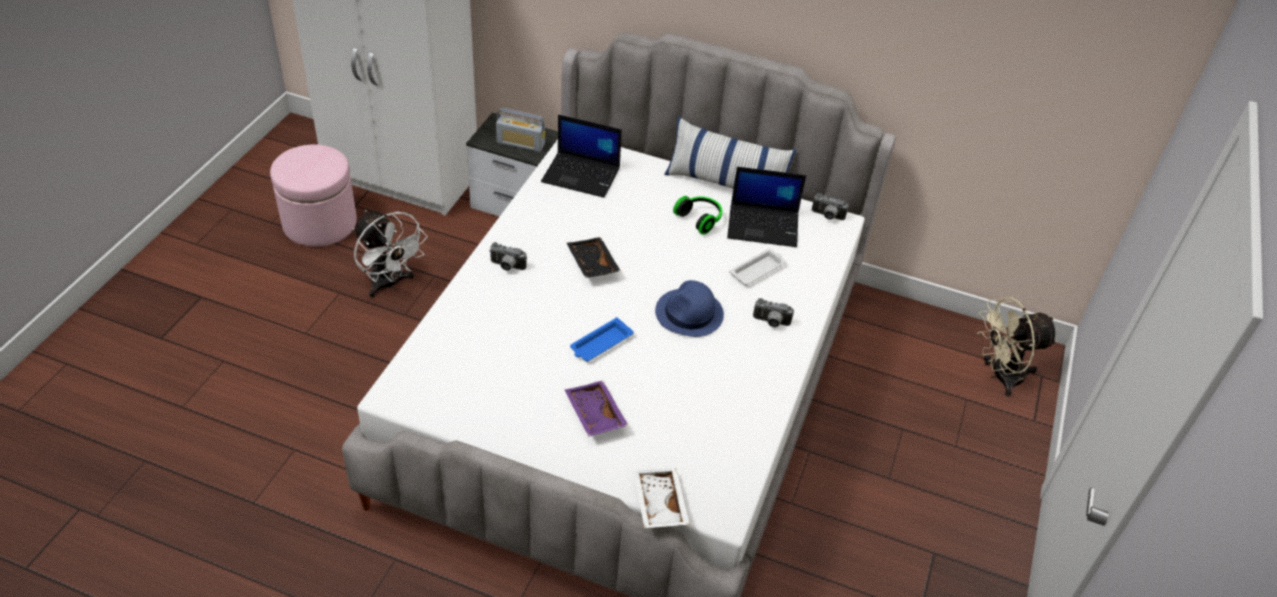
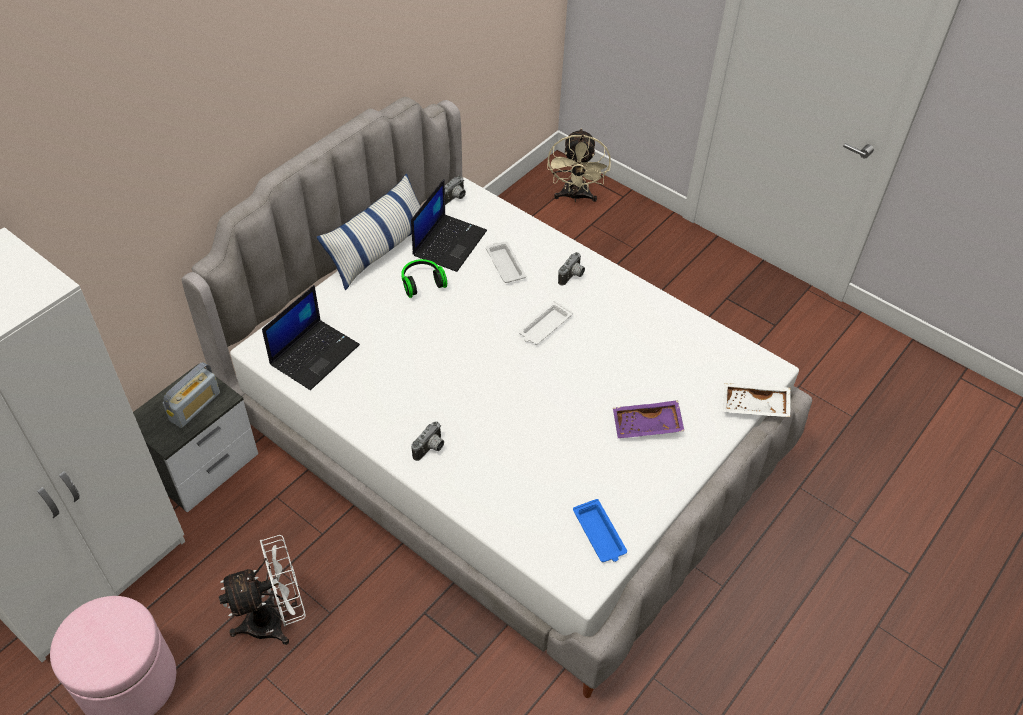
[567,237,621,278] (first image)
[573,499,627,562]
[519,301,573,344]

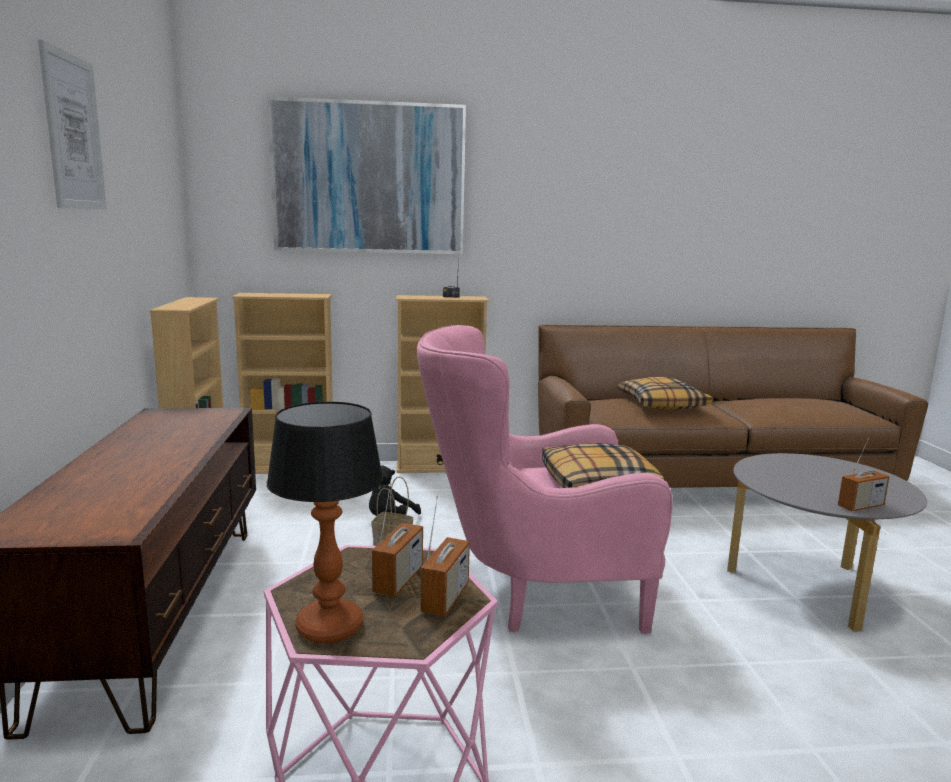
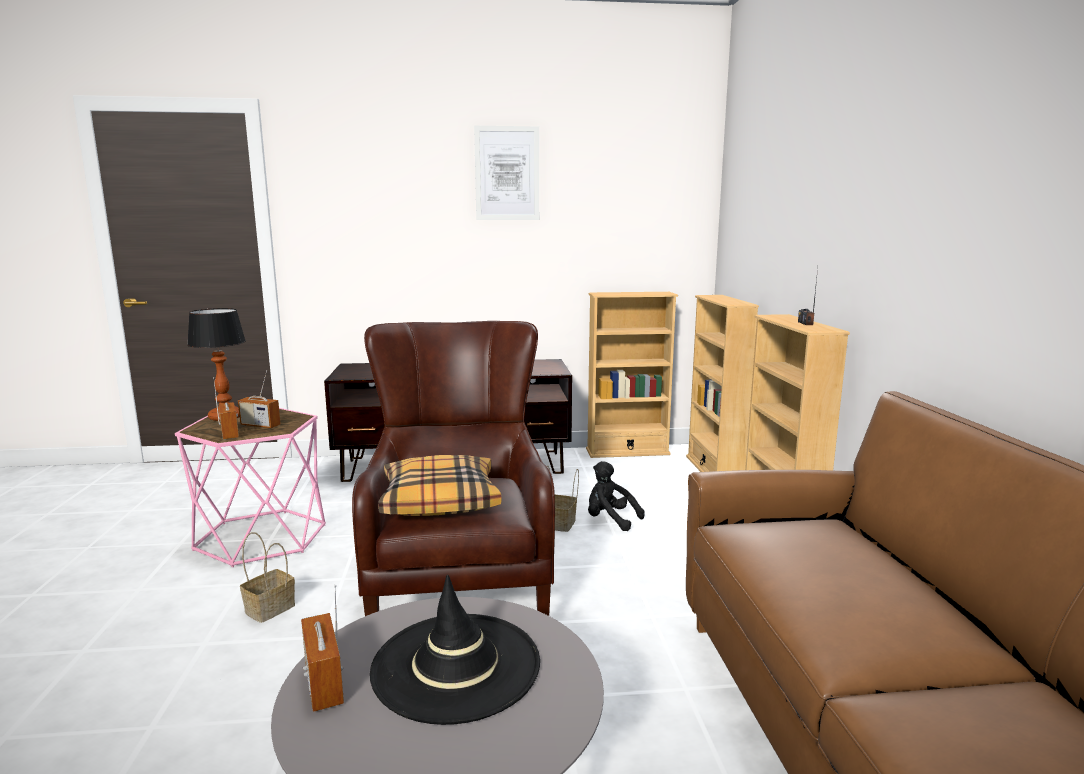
[267,96,466,254] (first image)
[618,377,712,410] (first image)
[240,532,295,623]
[370,575,540,725]
[352,321,555,616]
[213,377,239,439]

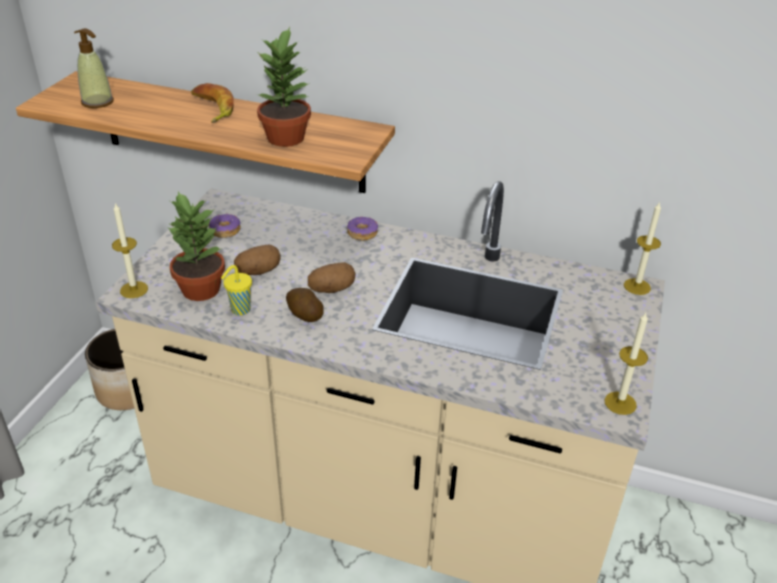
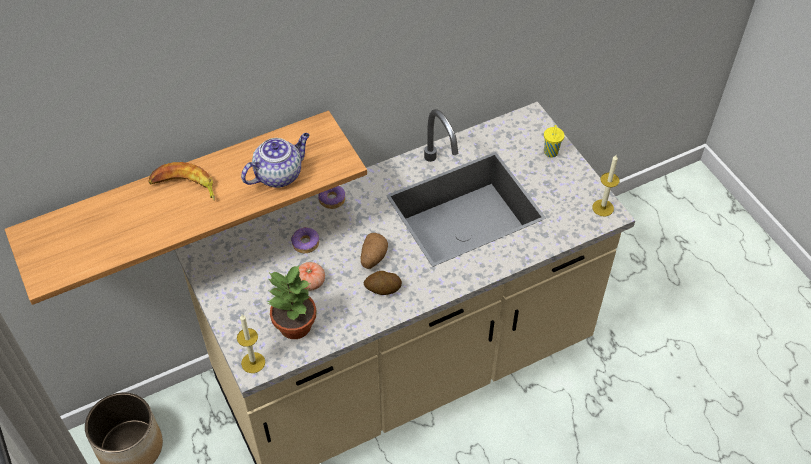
[74,28,114,108] (first image)
[624,201,661,295] (first image)
[291,227,319,253]
[544,125,564,158]
[299,262,325,291]
[241,133,310,188]

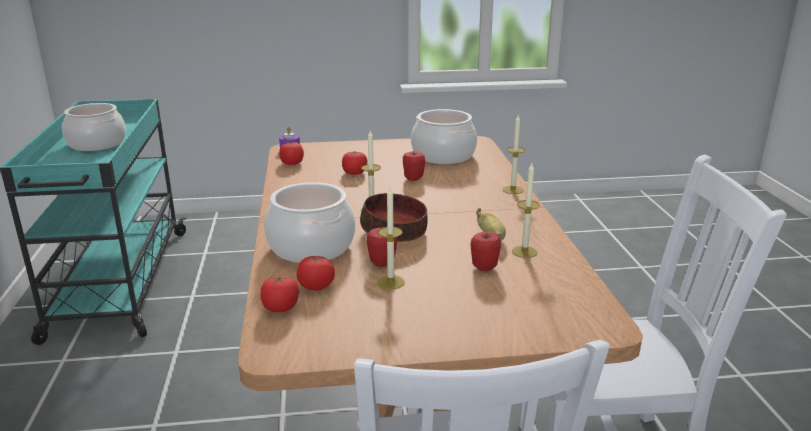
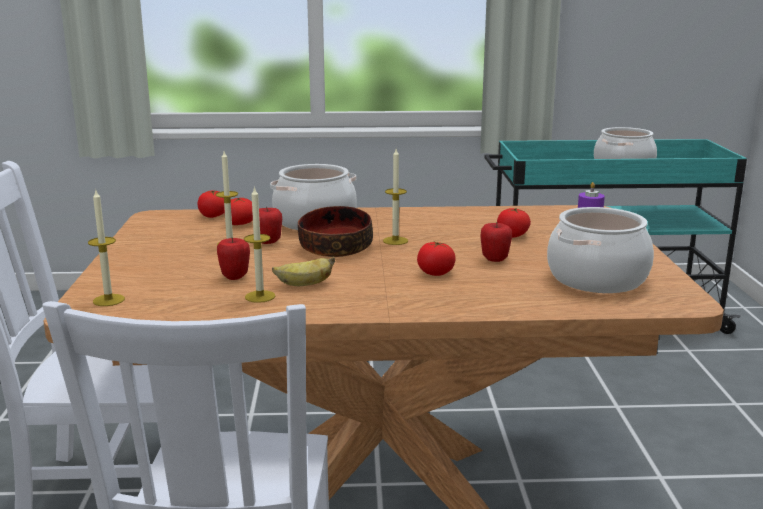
[417,242,456,276]
[88,190,125,306]

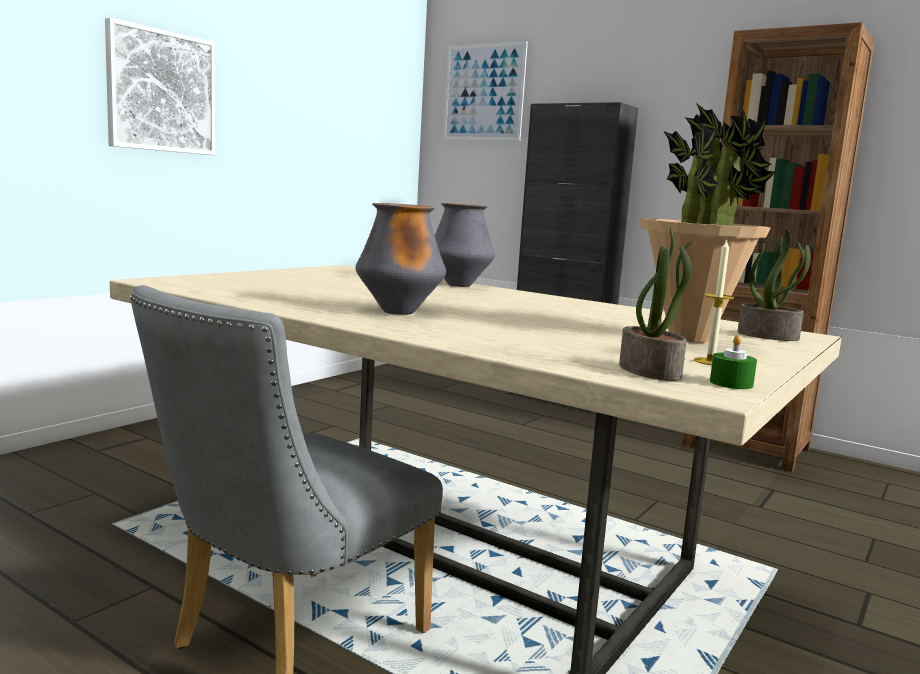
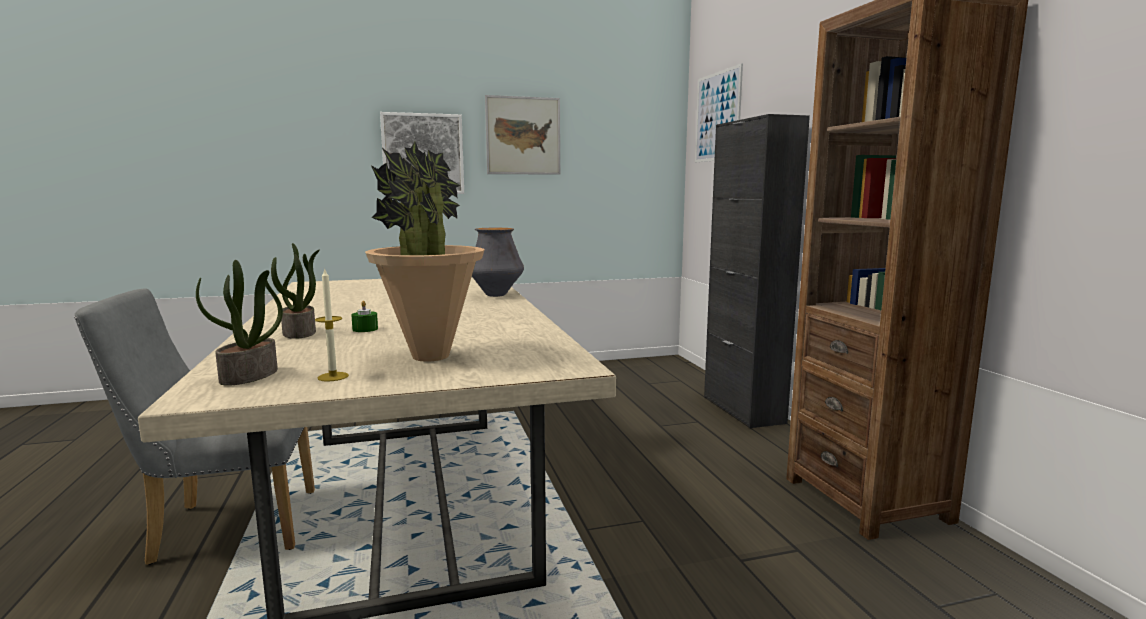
[356,203,446,315] (first image)
[485,95,560,175]
[351,301,378,332]
[271,243,320,339]

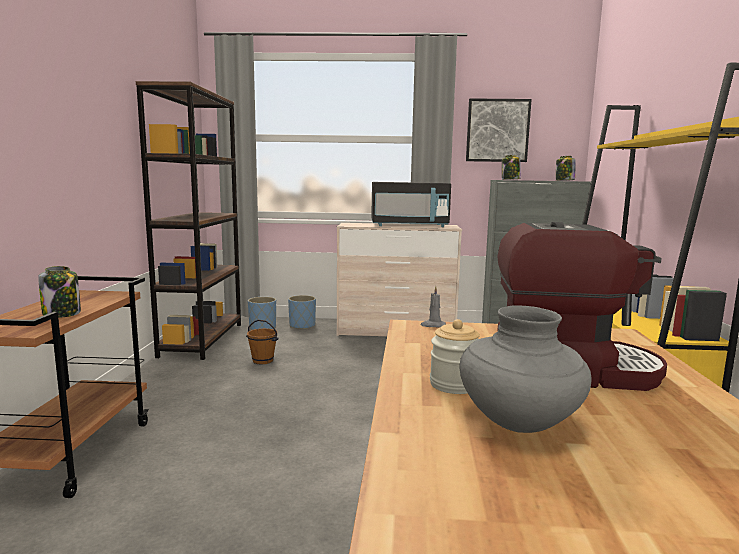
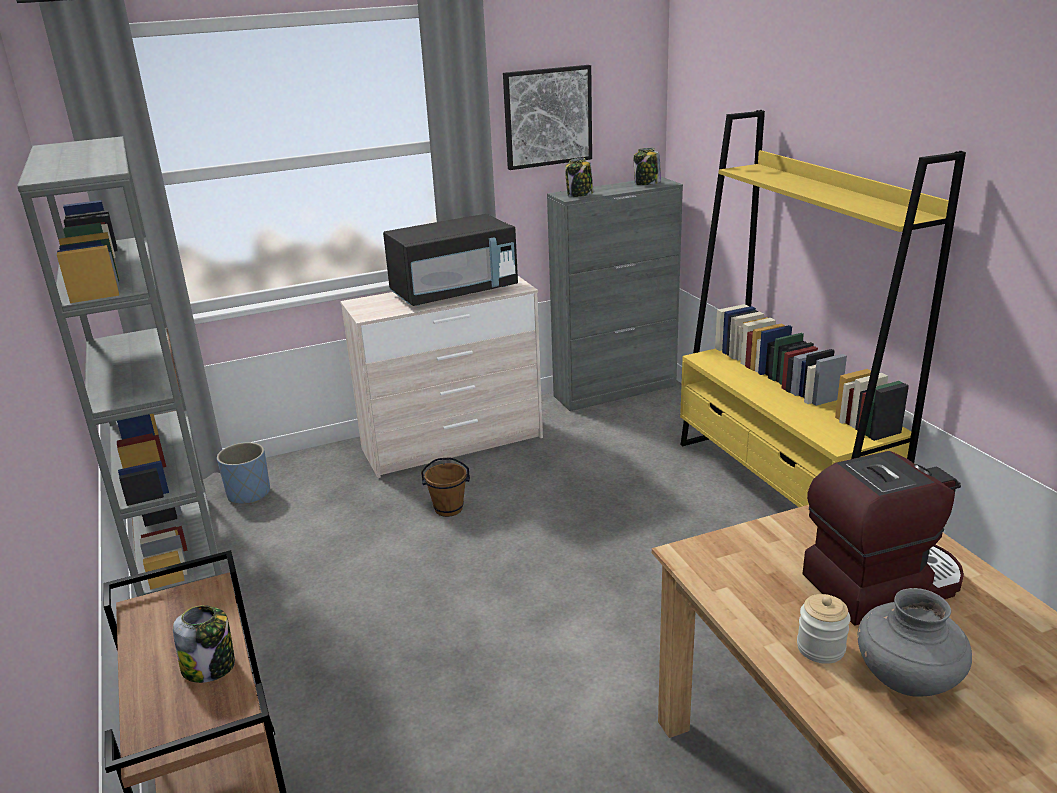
[288,295,316,329] (first image)
[420,286,446,327] (first image)
[421,457,470,517]
[17,136,223,597]

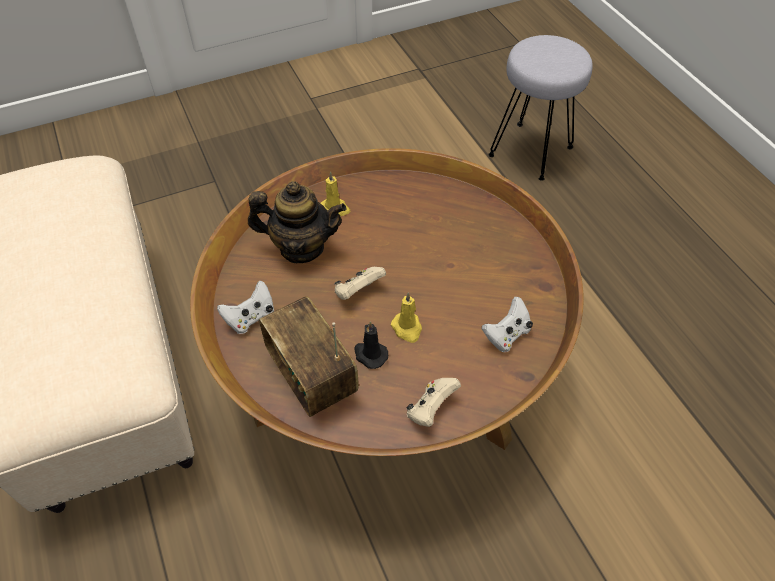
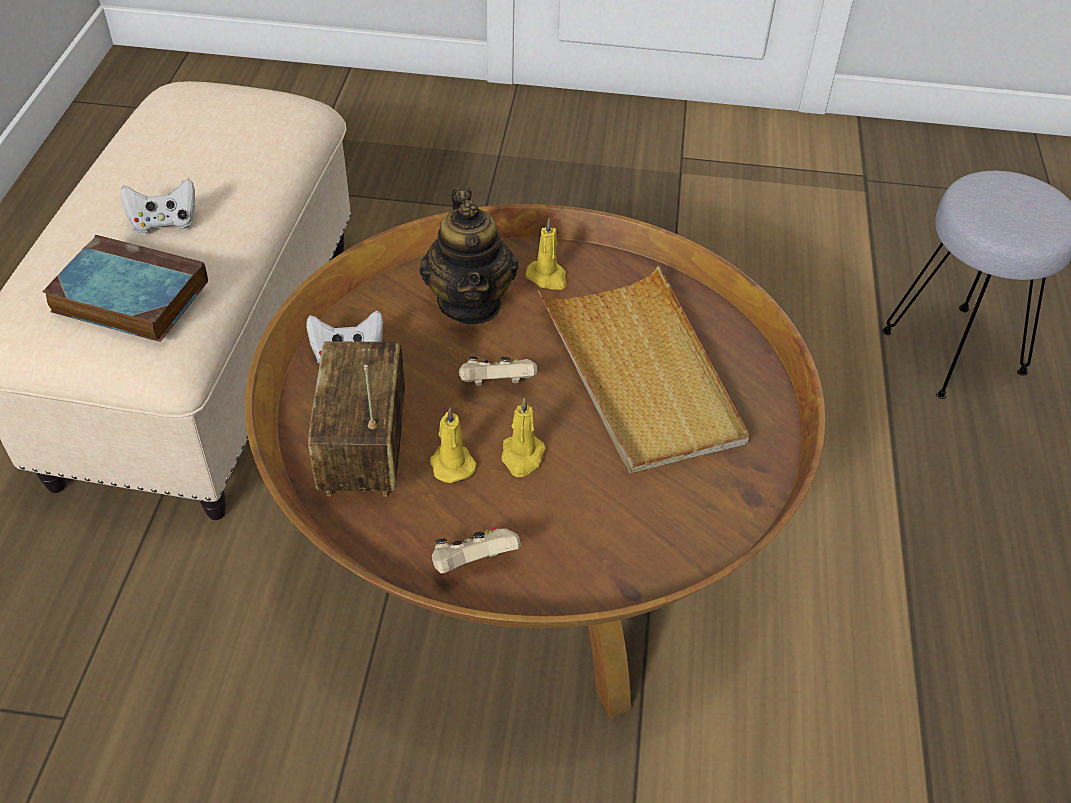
[43,235,208,342]
[538,265,749,474]
[121,178,195,233]
[430,407,477,483]
[419,186,518,324]

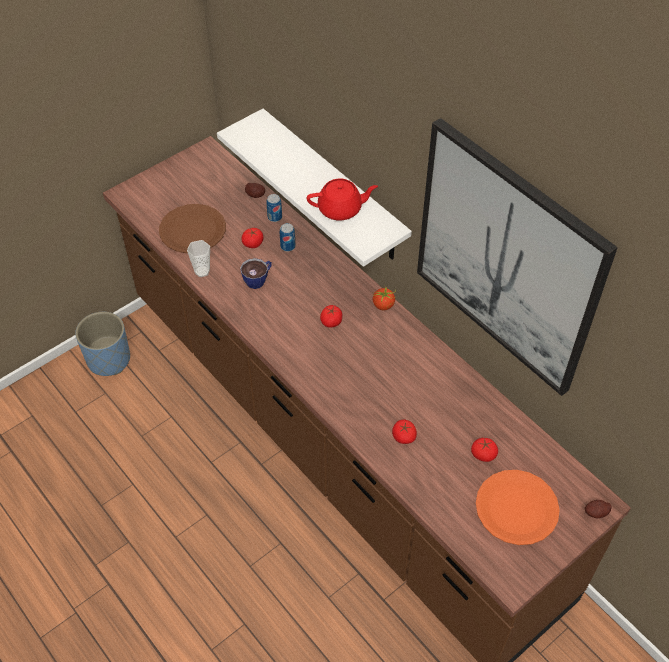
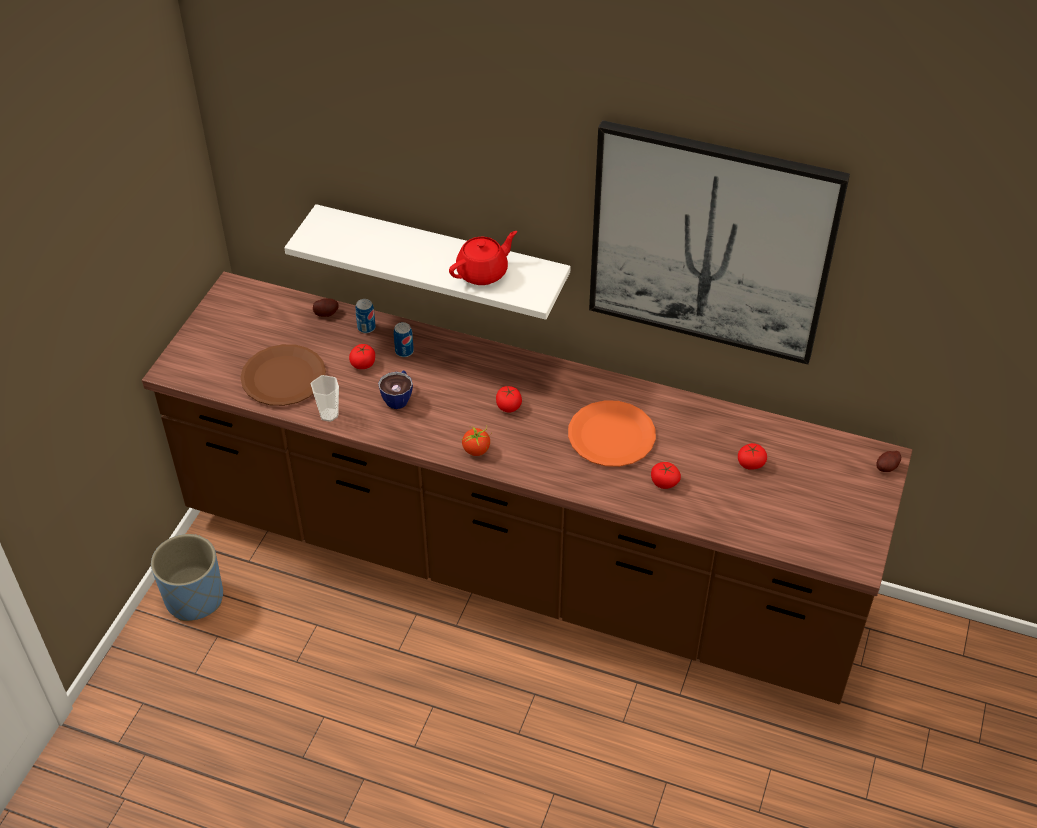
[461,427,492,456]
[568,400,656,467]

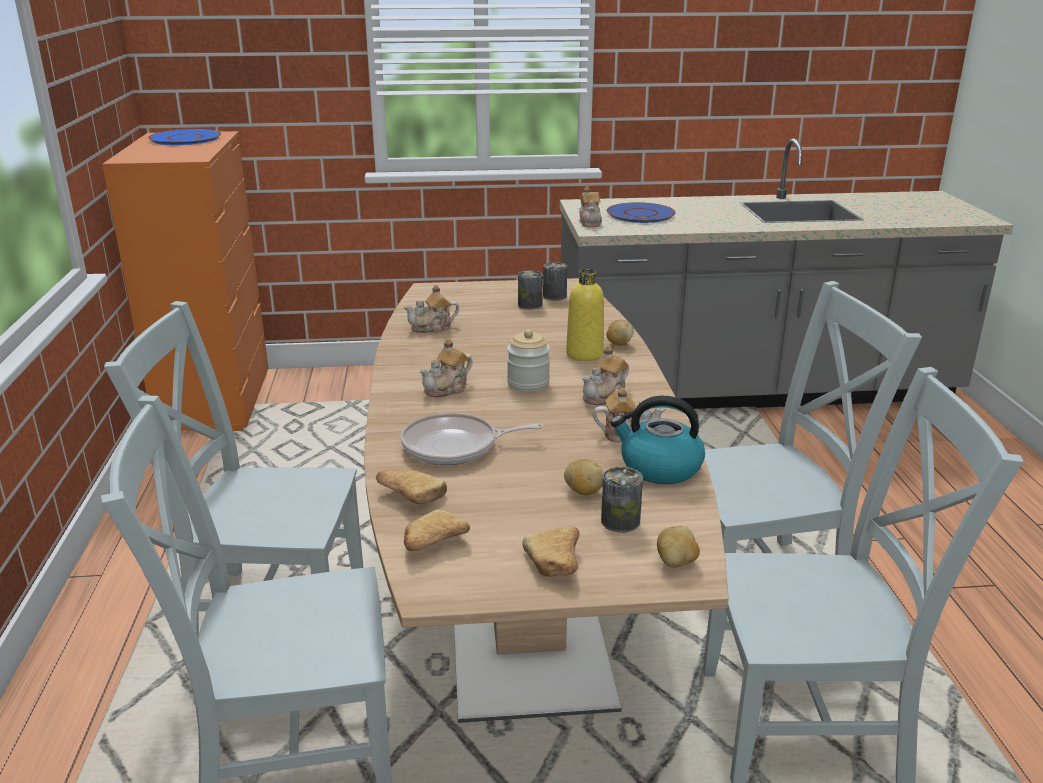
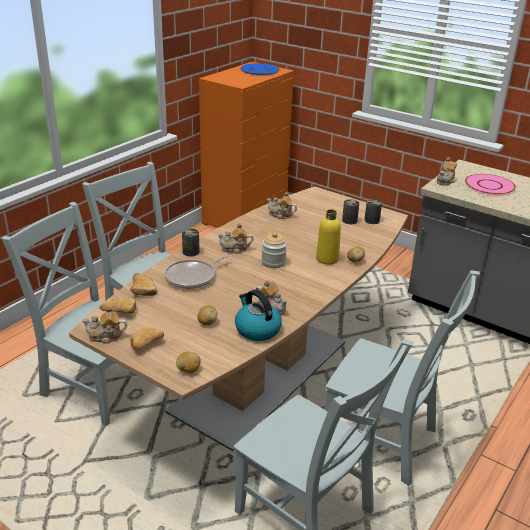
[82,306,127,344]
[182,229,199,257]
[465,174,516,195]
[165,254,230,289]

